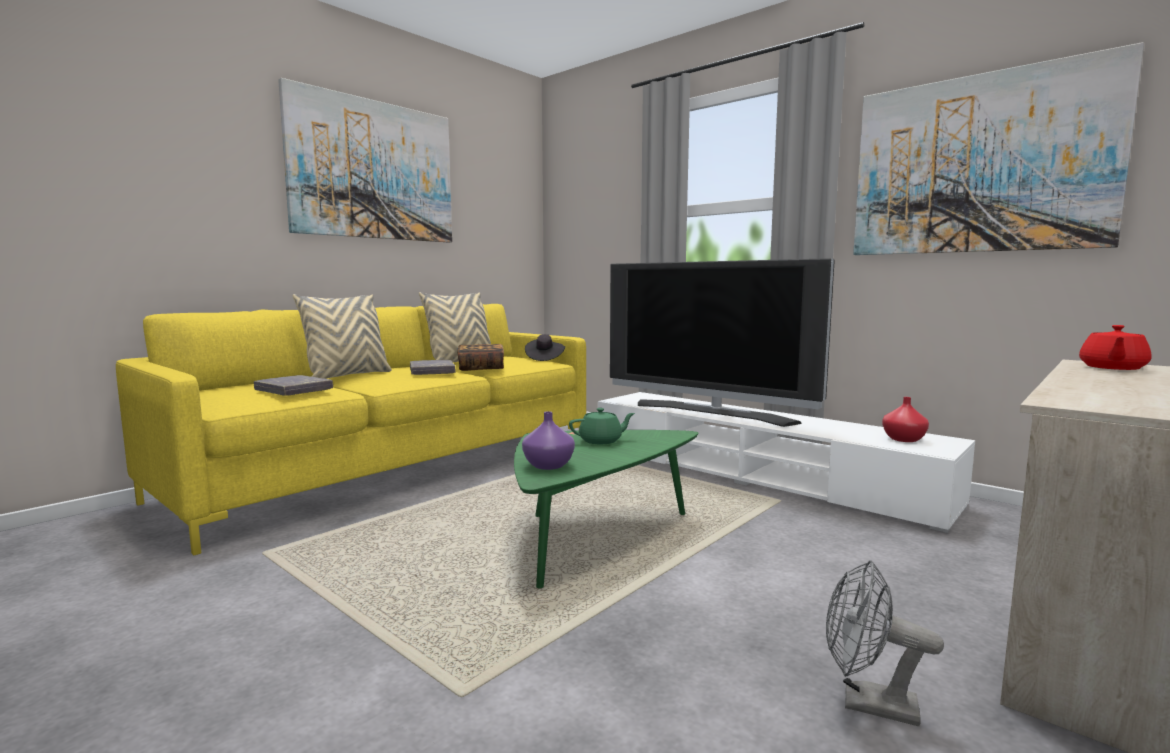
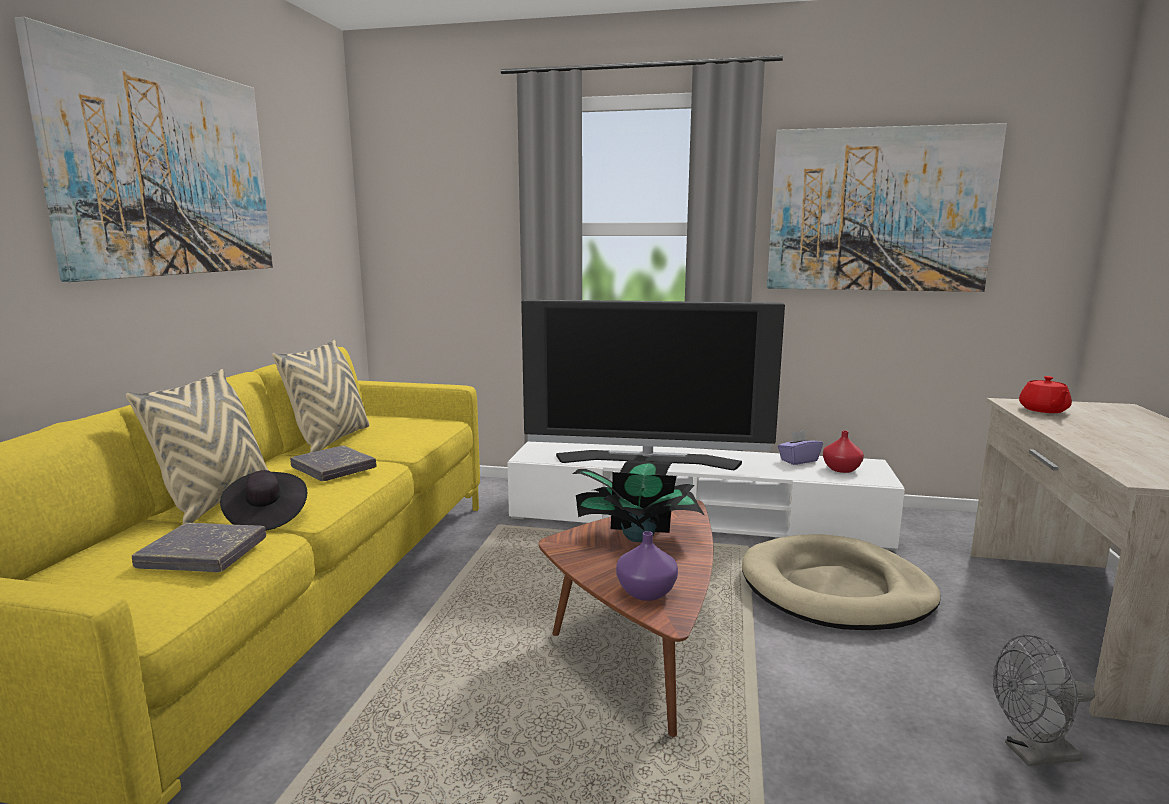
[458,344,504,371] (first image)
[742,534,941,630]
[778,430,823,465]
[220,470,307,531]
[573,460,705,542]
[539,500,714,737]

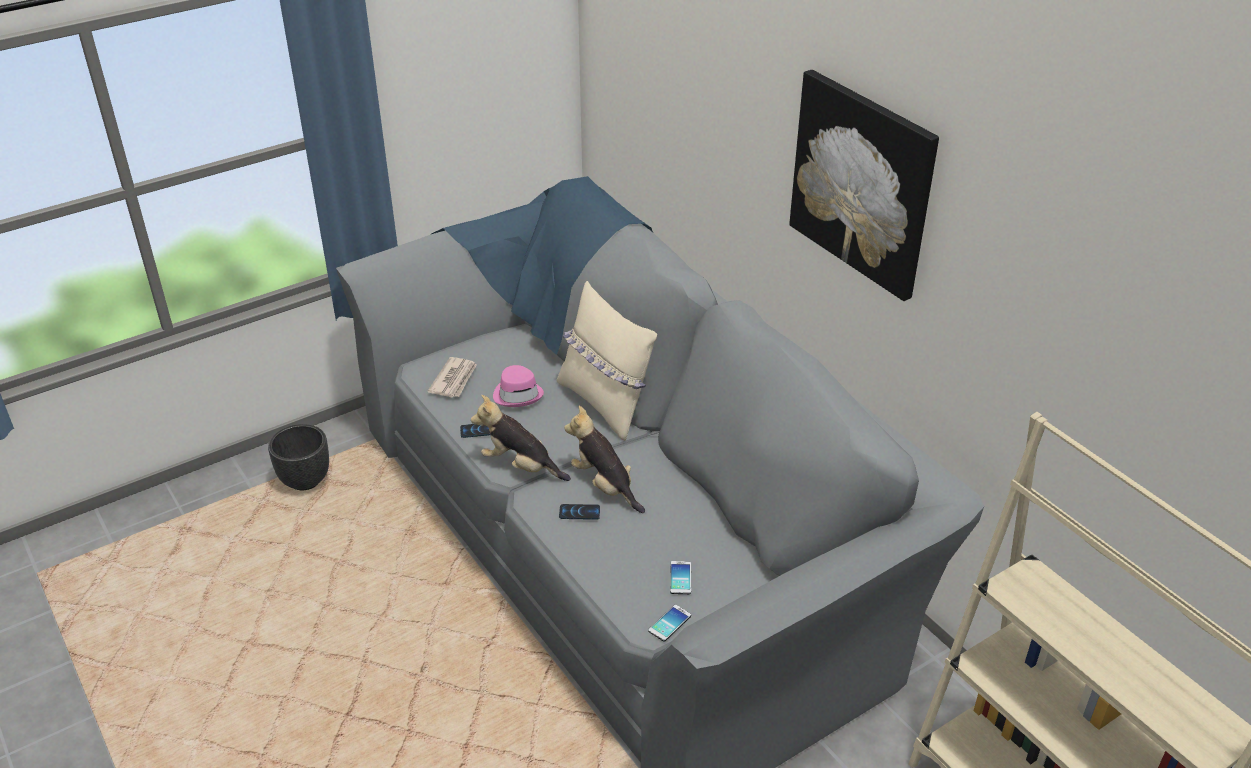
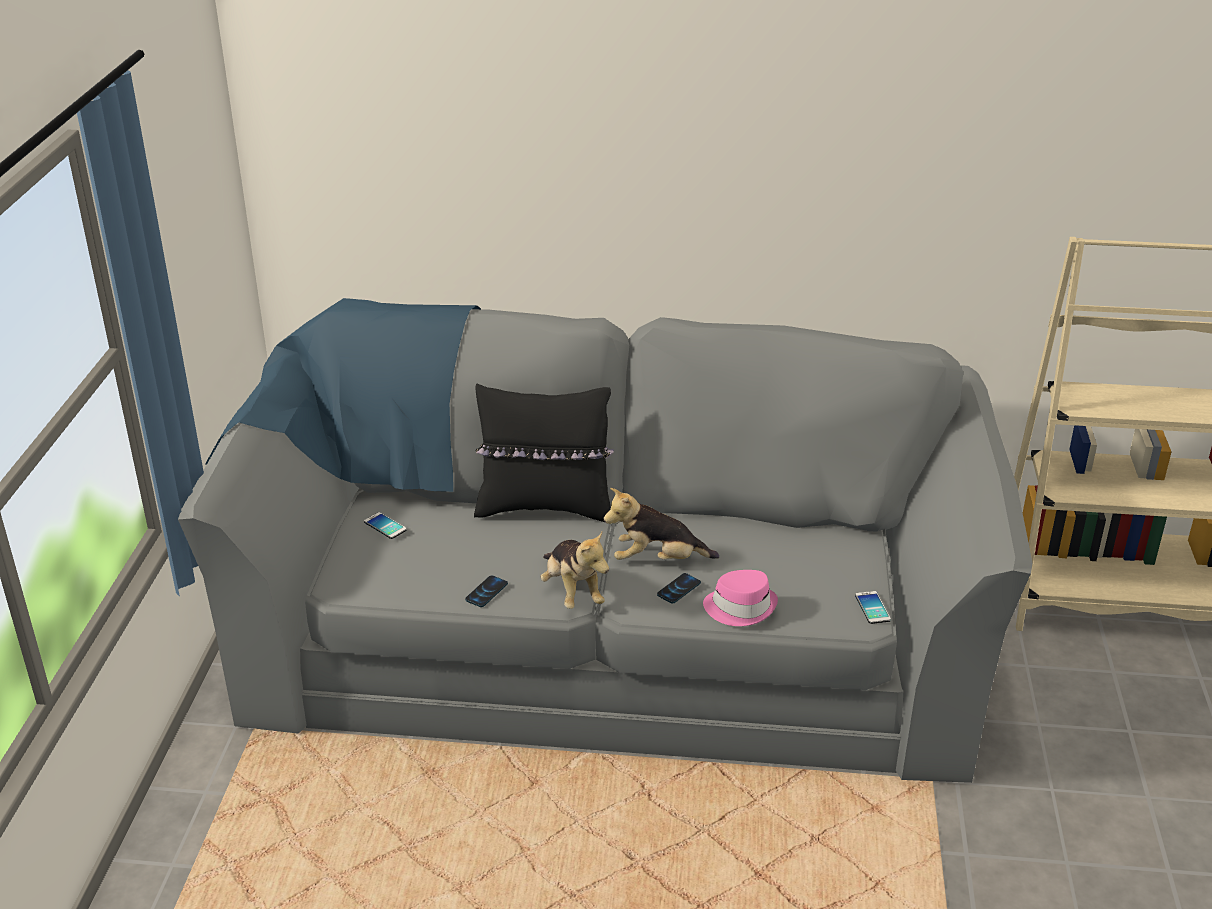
[268,424,329,490] (first image)
[427,357,477,397] (first image)
[790,70,939,301] (first image)
[703,570,778,626]
[364,512,407,539]
[474,384,614,522]
[541,532,609,609]

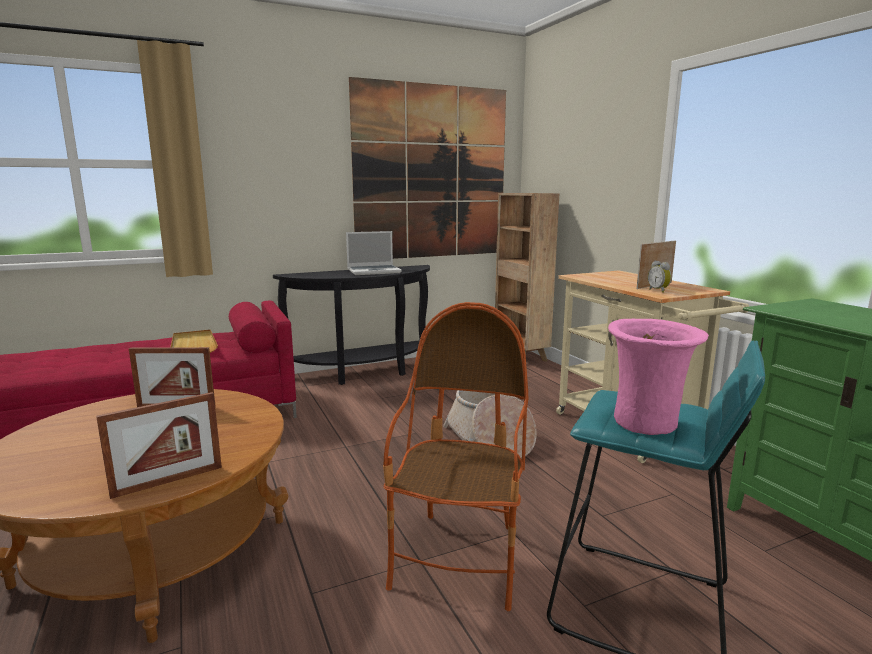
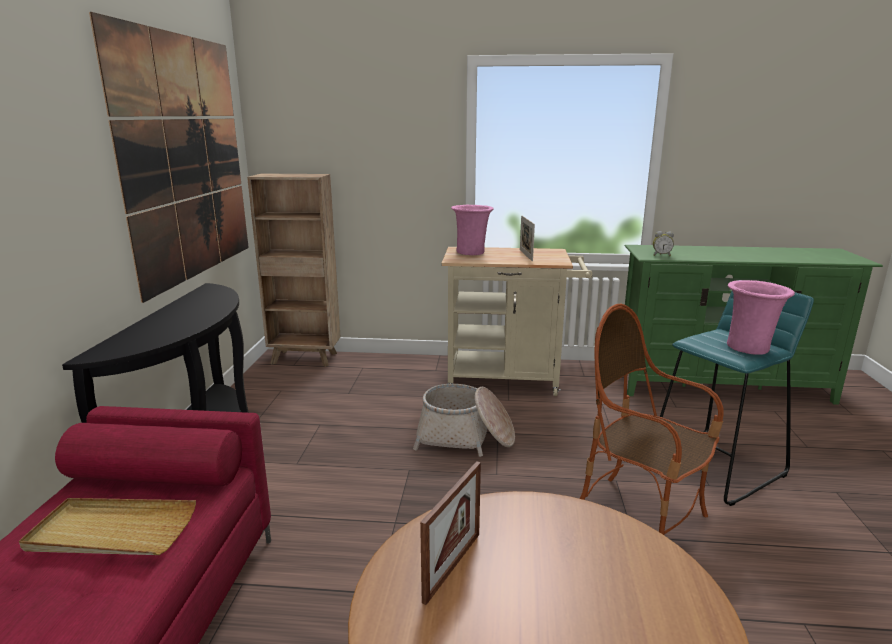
[96,392,222,499] (first image)
[346,231,402,275] (first image)
[451,205,494,255]
[653,231,674,256]

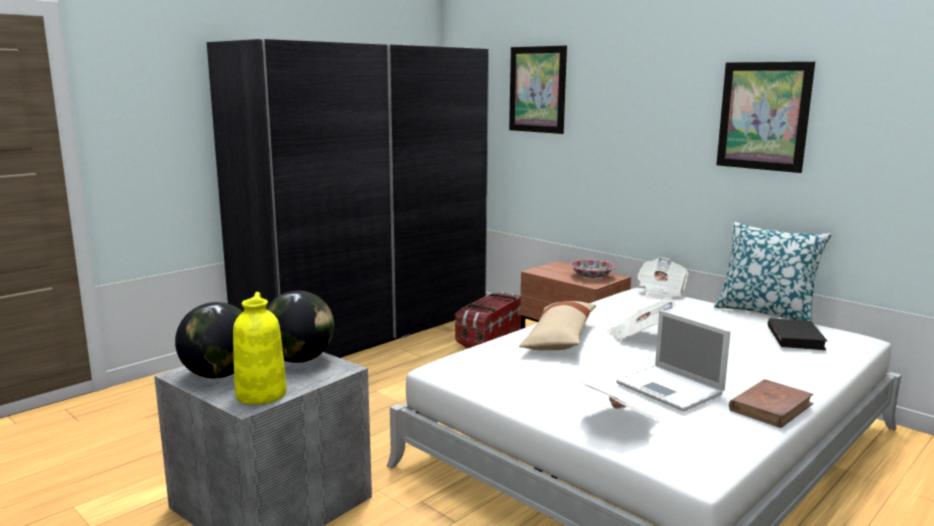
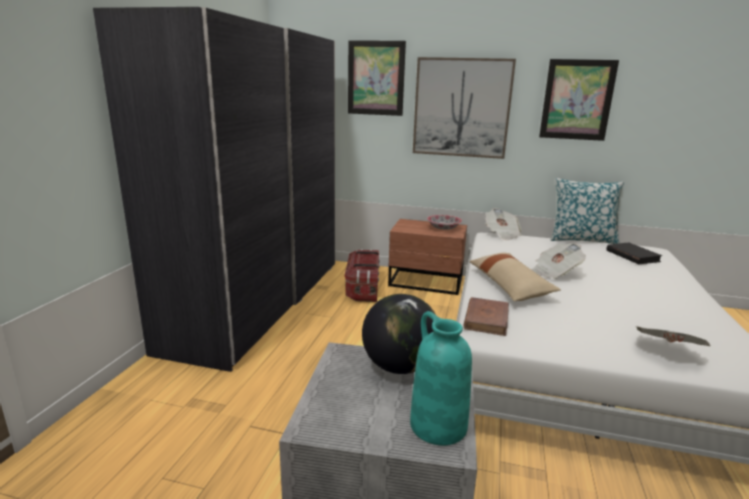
[175,302,243,378] (first image)
[616,310,730,412] (first image)
[413,57,516,159]
[463,297,509,336]
[410,311,472,445]

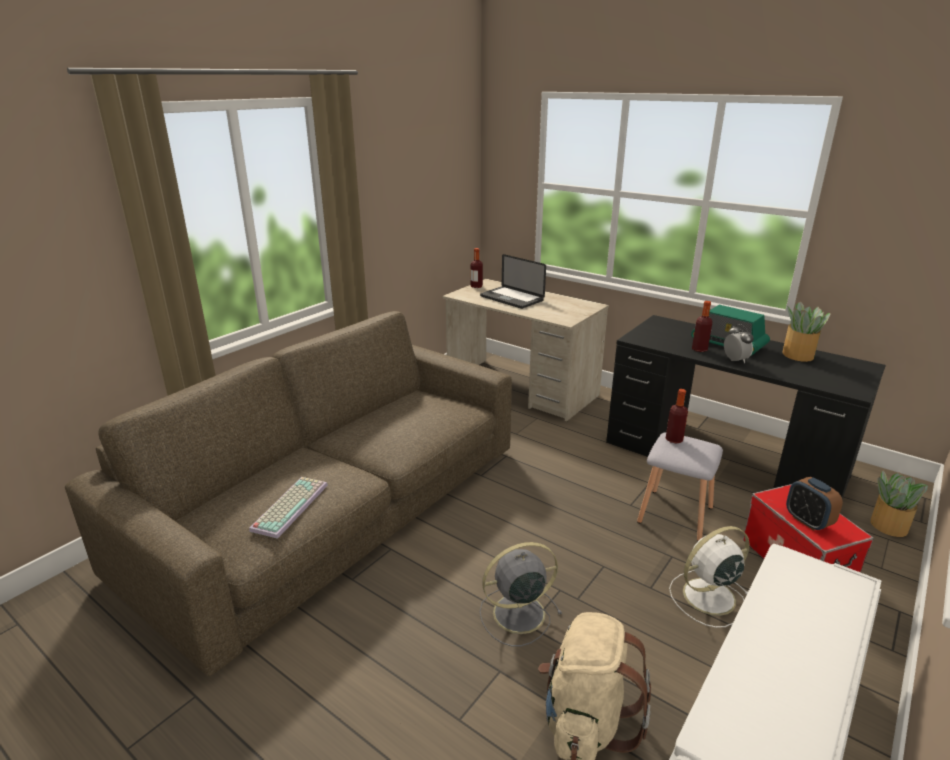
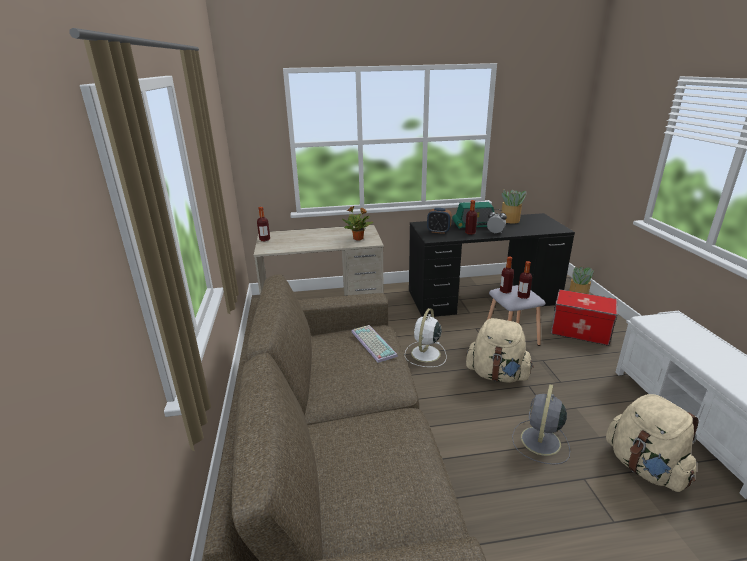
[480,254,546,309] (first image)
[342,206,373,241]
[466,318,534,383]
[517,261,532,299]
[351,325,398,363]
[405,308,446,367]
[427,208,452,234]

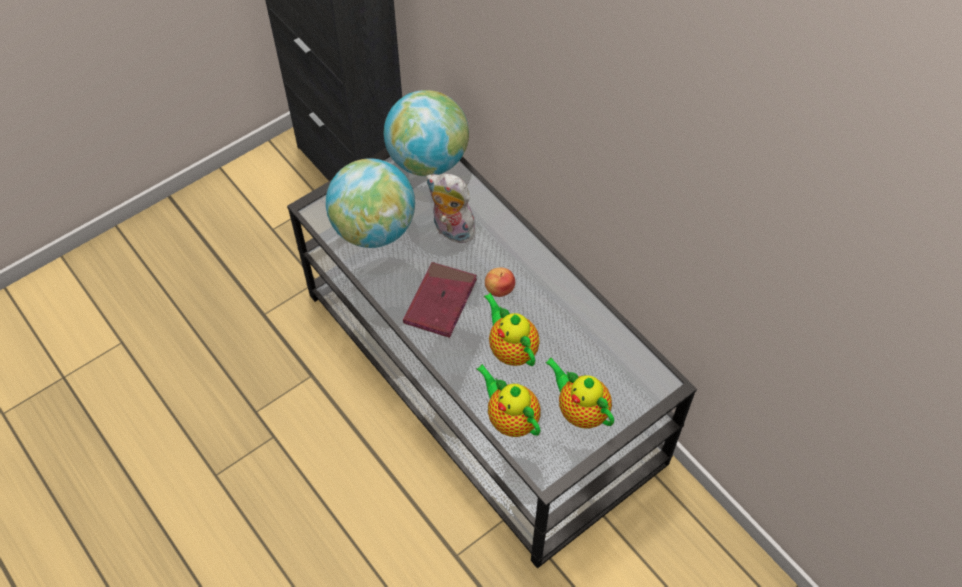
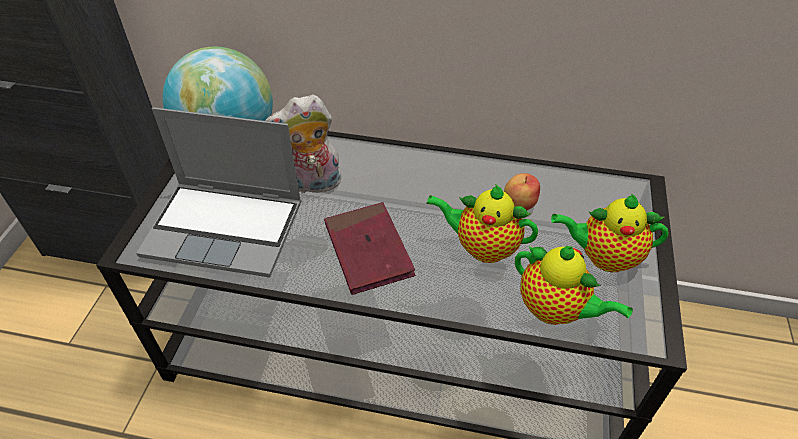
[504,173,540,210]
[136,107,301,277]
[515,246,633,325]

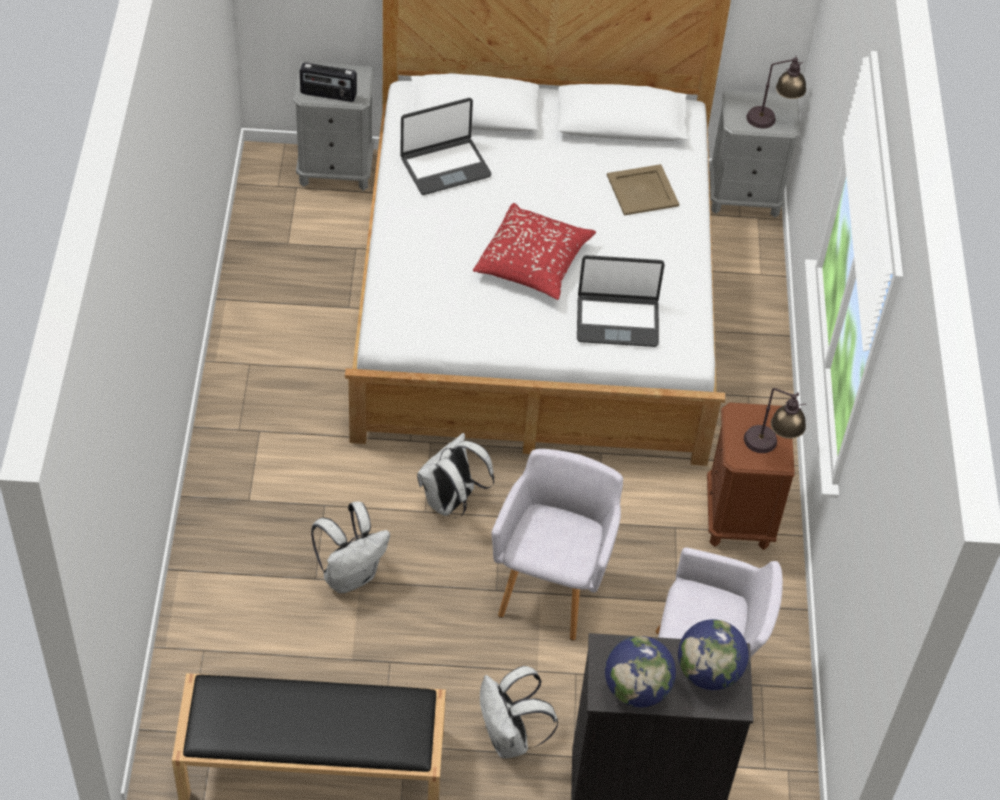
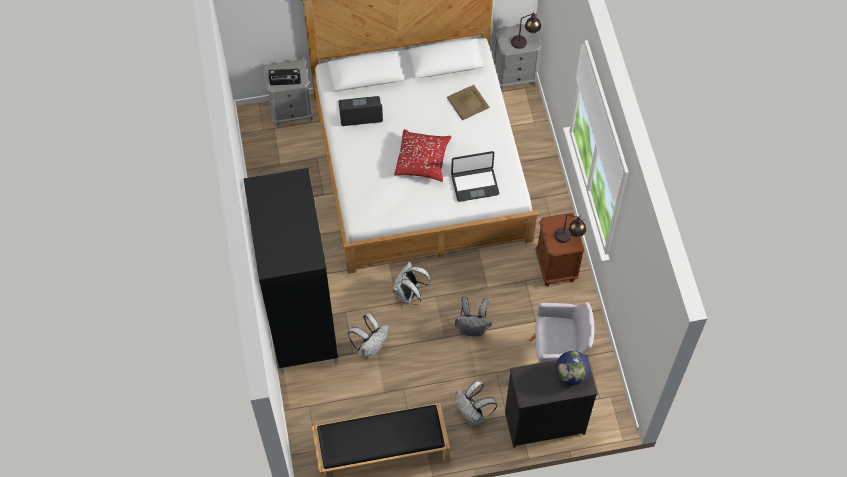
[605,636,676,708] (first image)
[244,168,338,374]
[455,297,492,336]
[339,96,383,126]

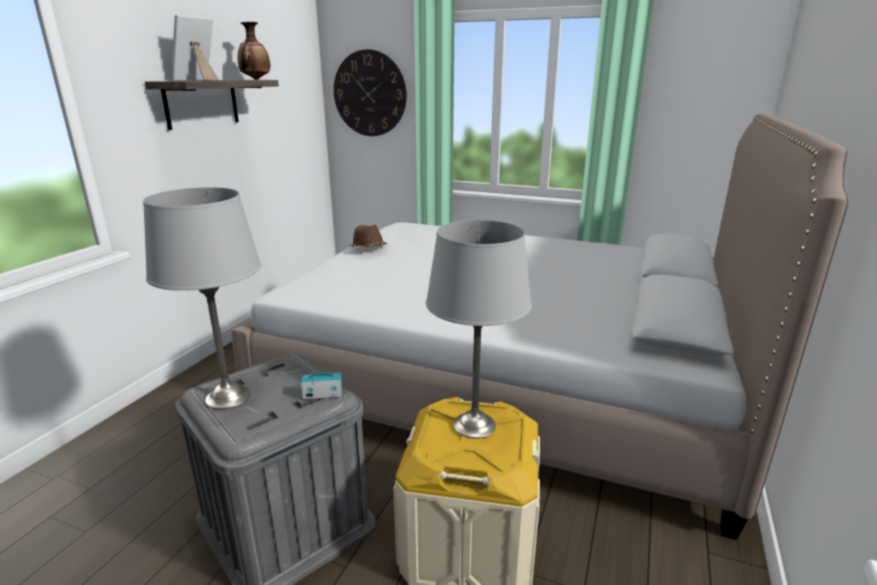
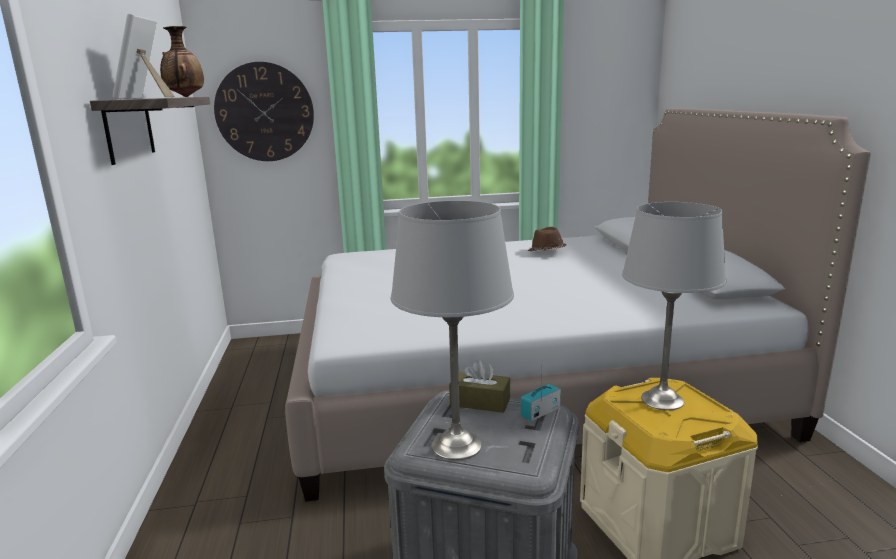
[449,360,510,413]
[527,227,566,252]

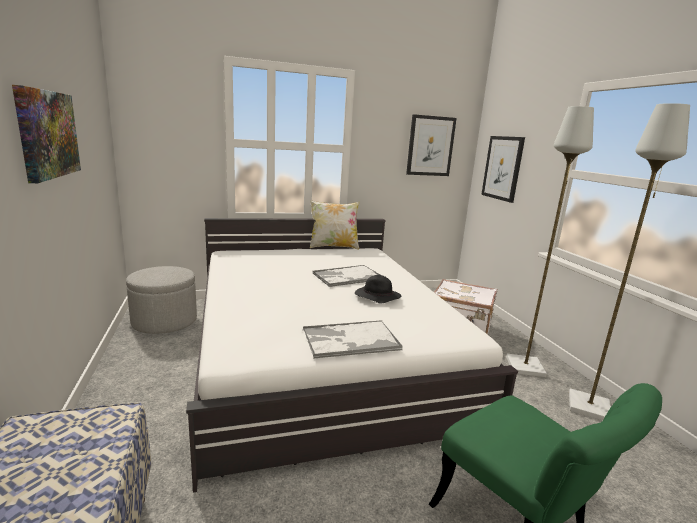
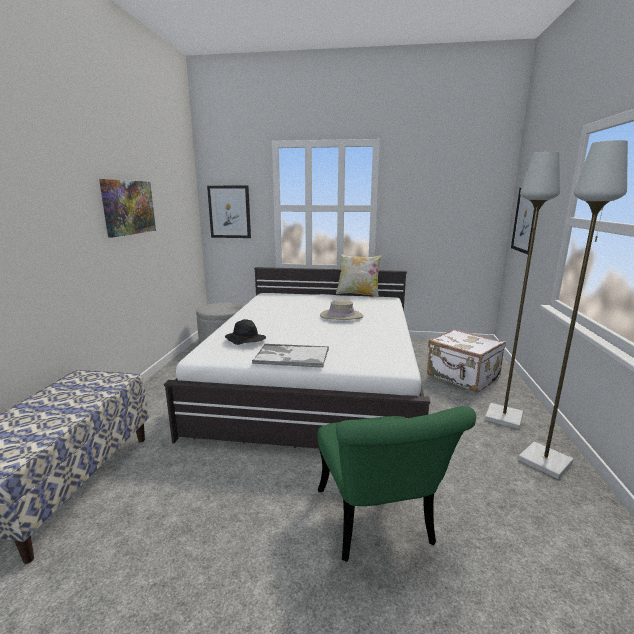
[225,319,266,345]
[207,186,251,238]
[320,299,363,320]

